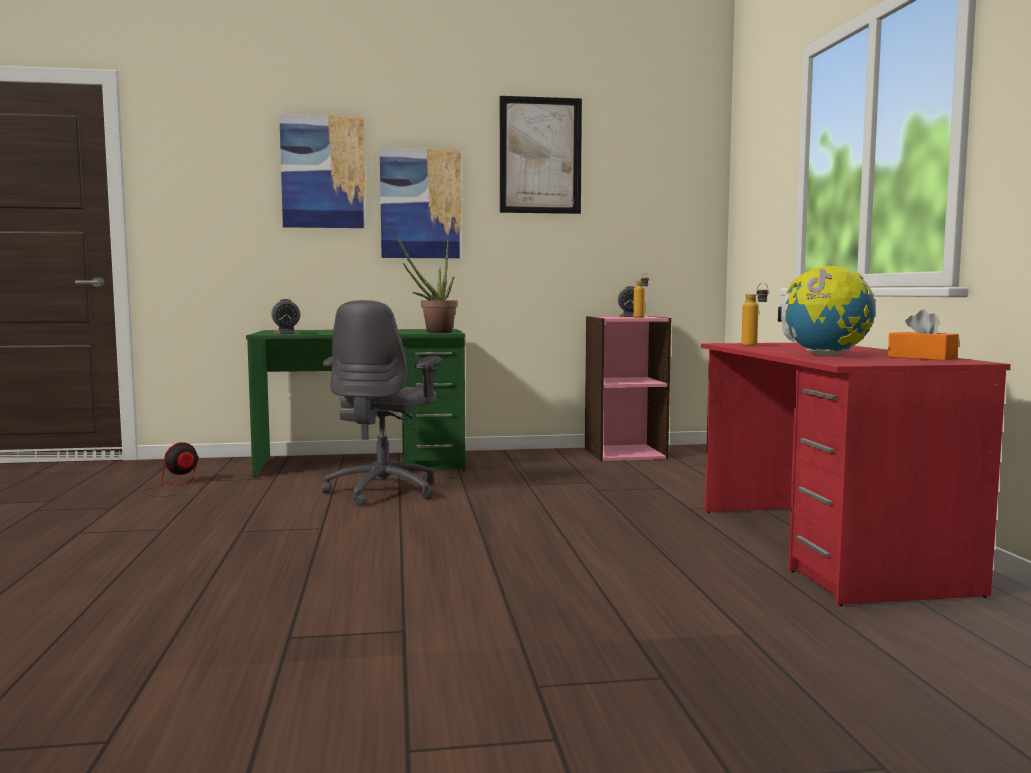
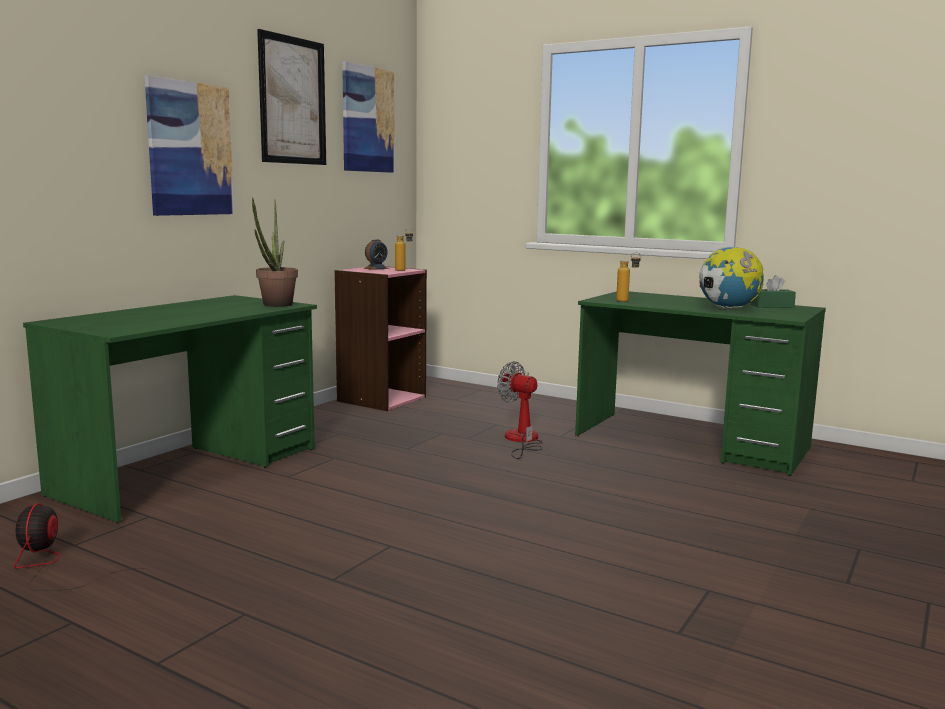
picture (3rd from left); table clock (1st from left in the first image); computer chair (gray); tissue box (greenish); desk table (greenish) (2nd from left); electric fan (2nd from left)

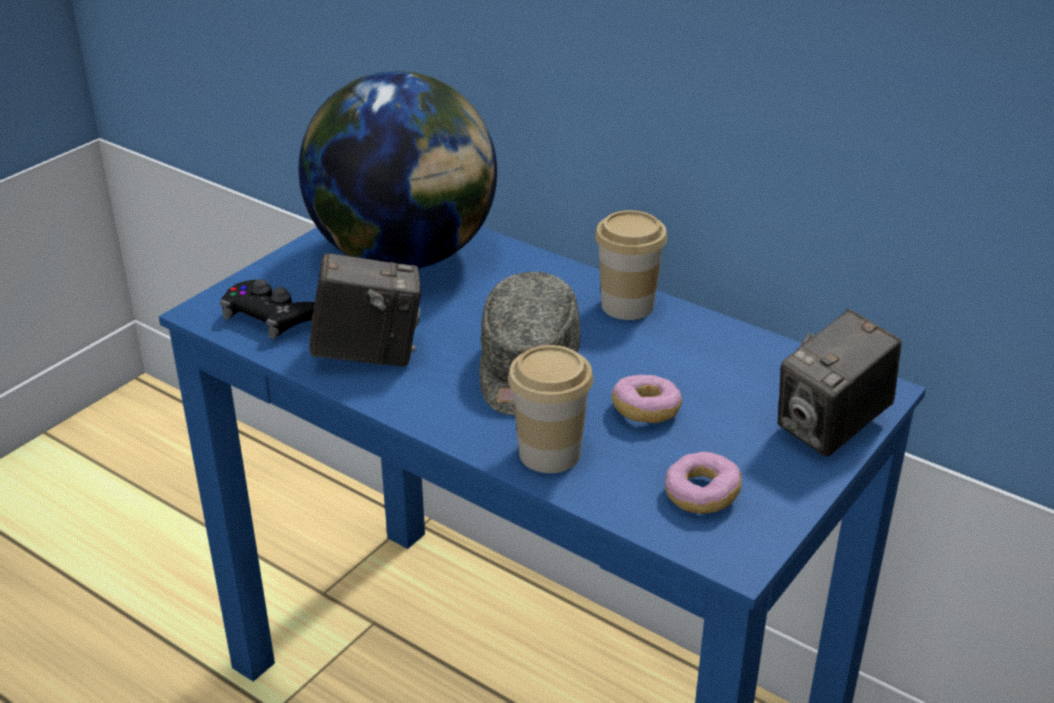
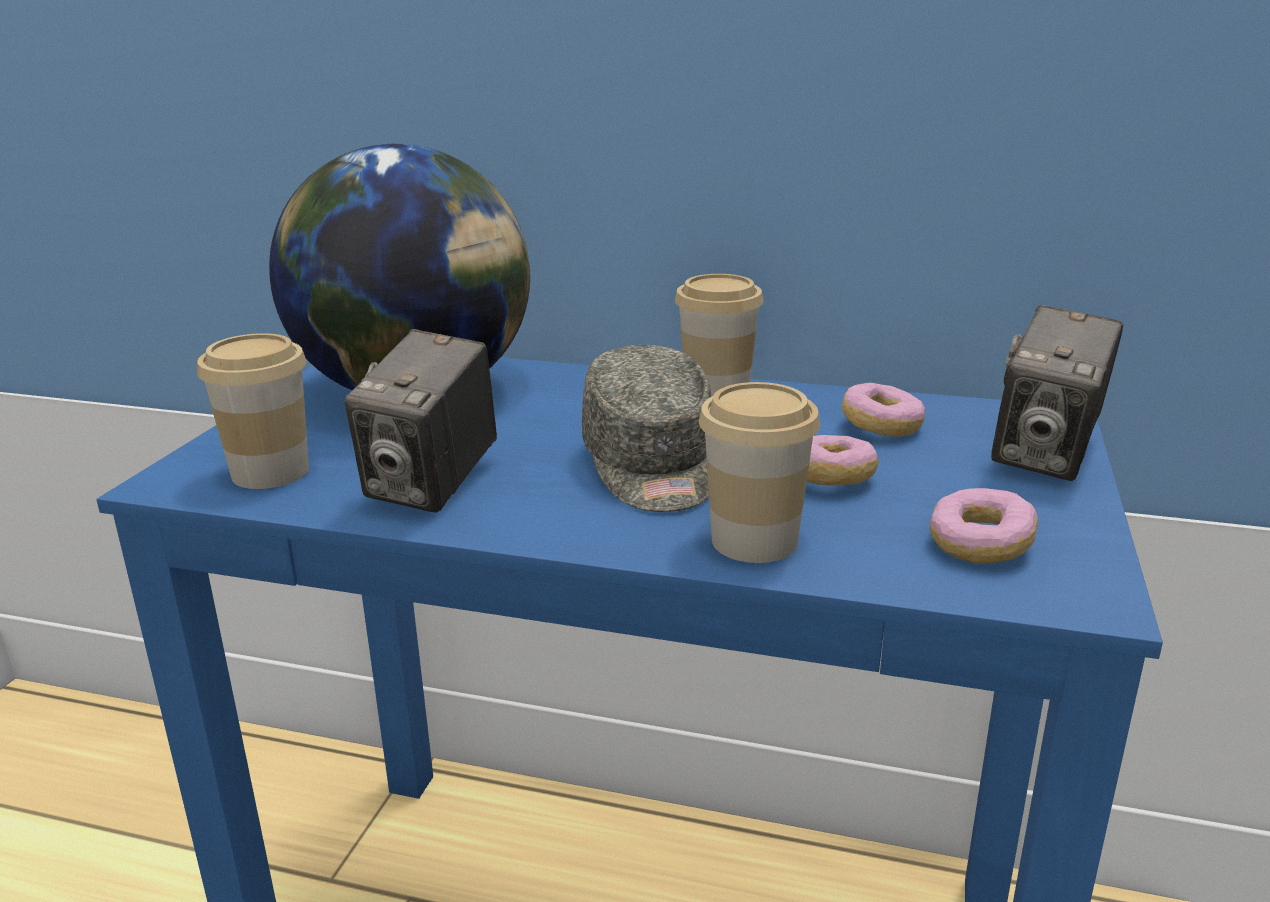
still camera (1st from left); cup (1st from left); ring doughnut (2nd from left)

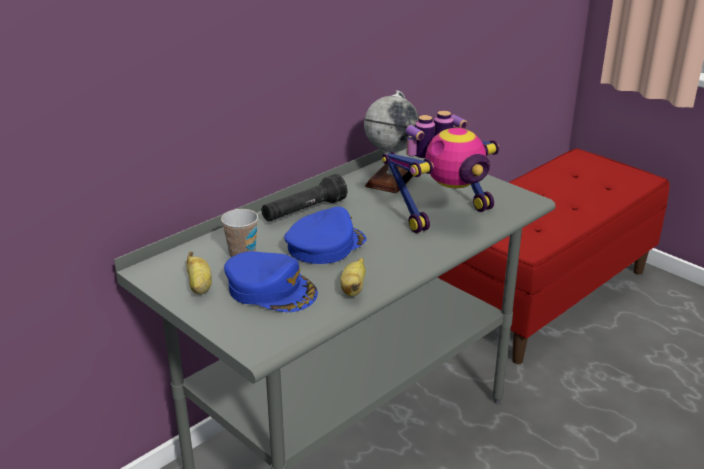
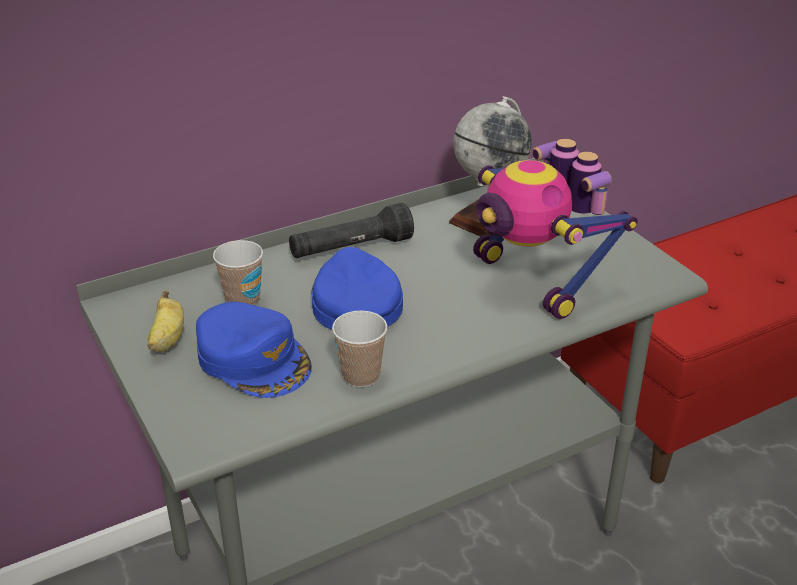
robot figure; peaked cap (blue) (2nd from left); cup (2nd from left)

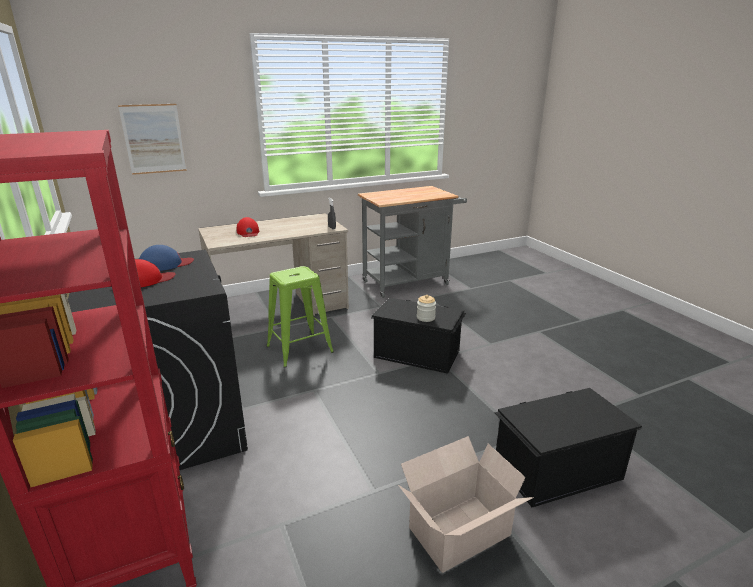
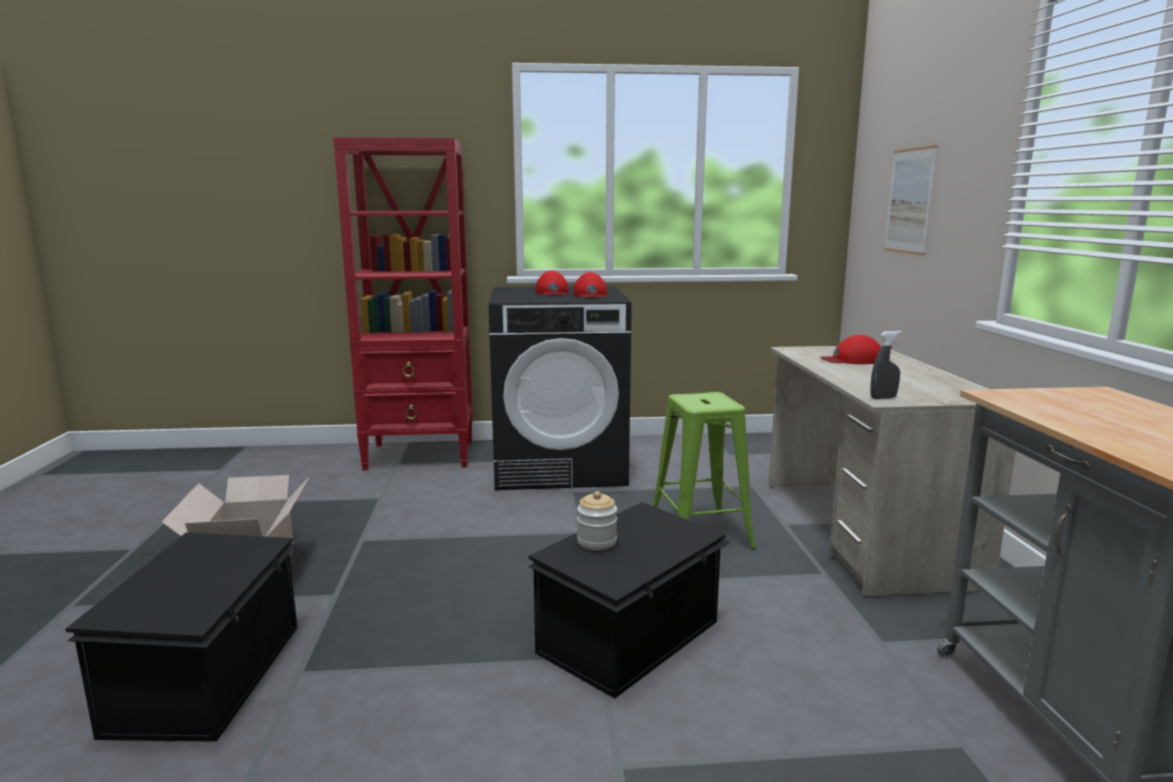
peaked cap (red) (2nd from left)

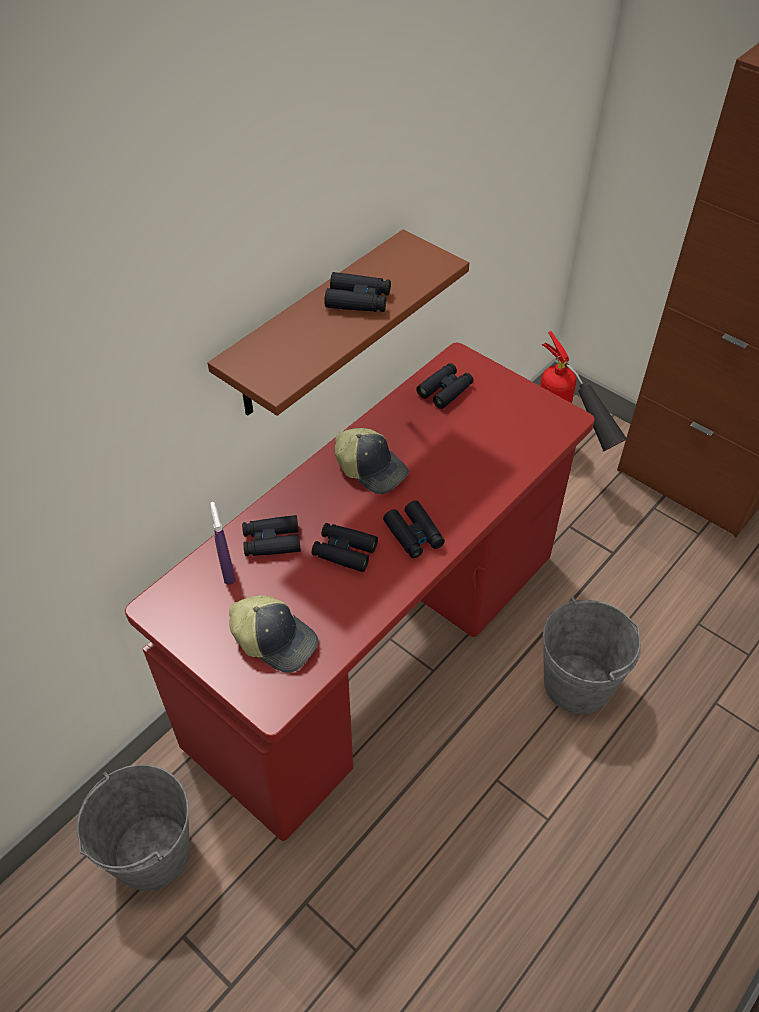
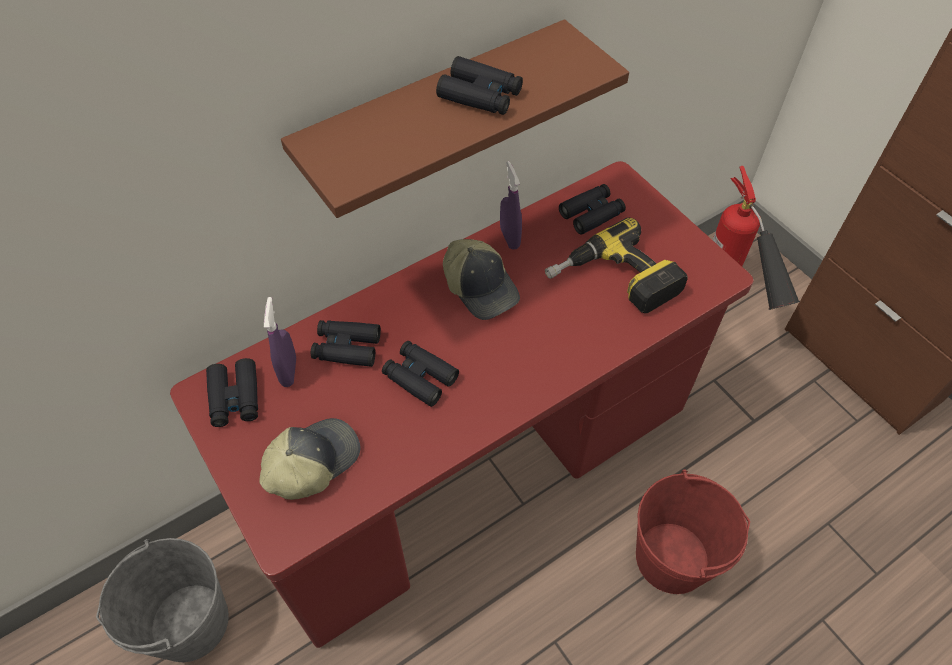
binoculars (black) (1st from left); peaked cap (1st from left); water bucket (red); sprayer (purple-coloured) (2nd from left); drill

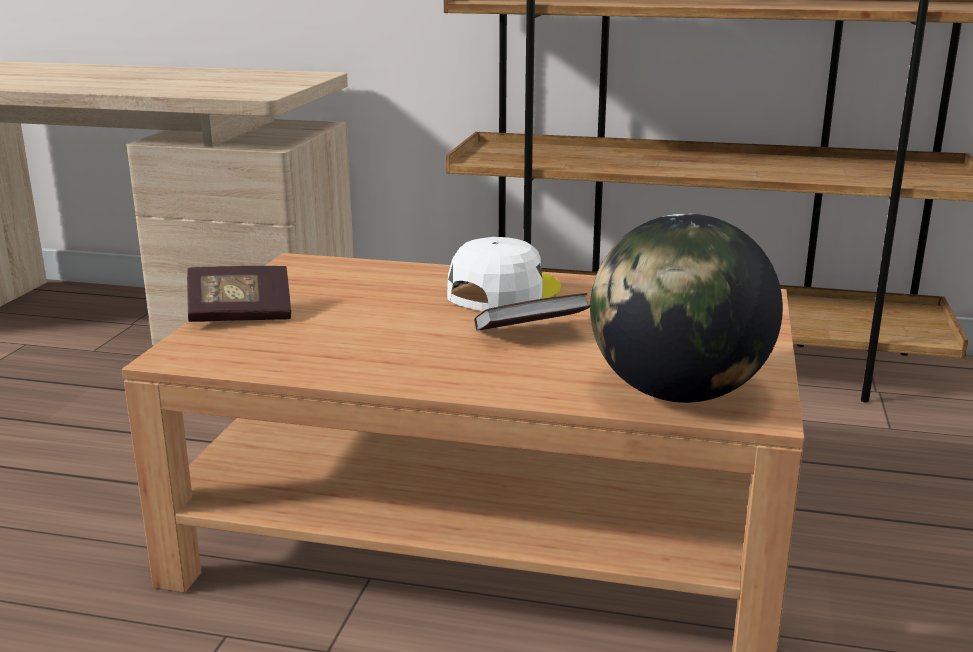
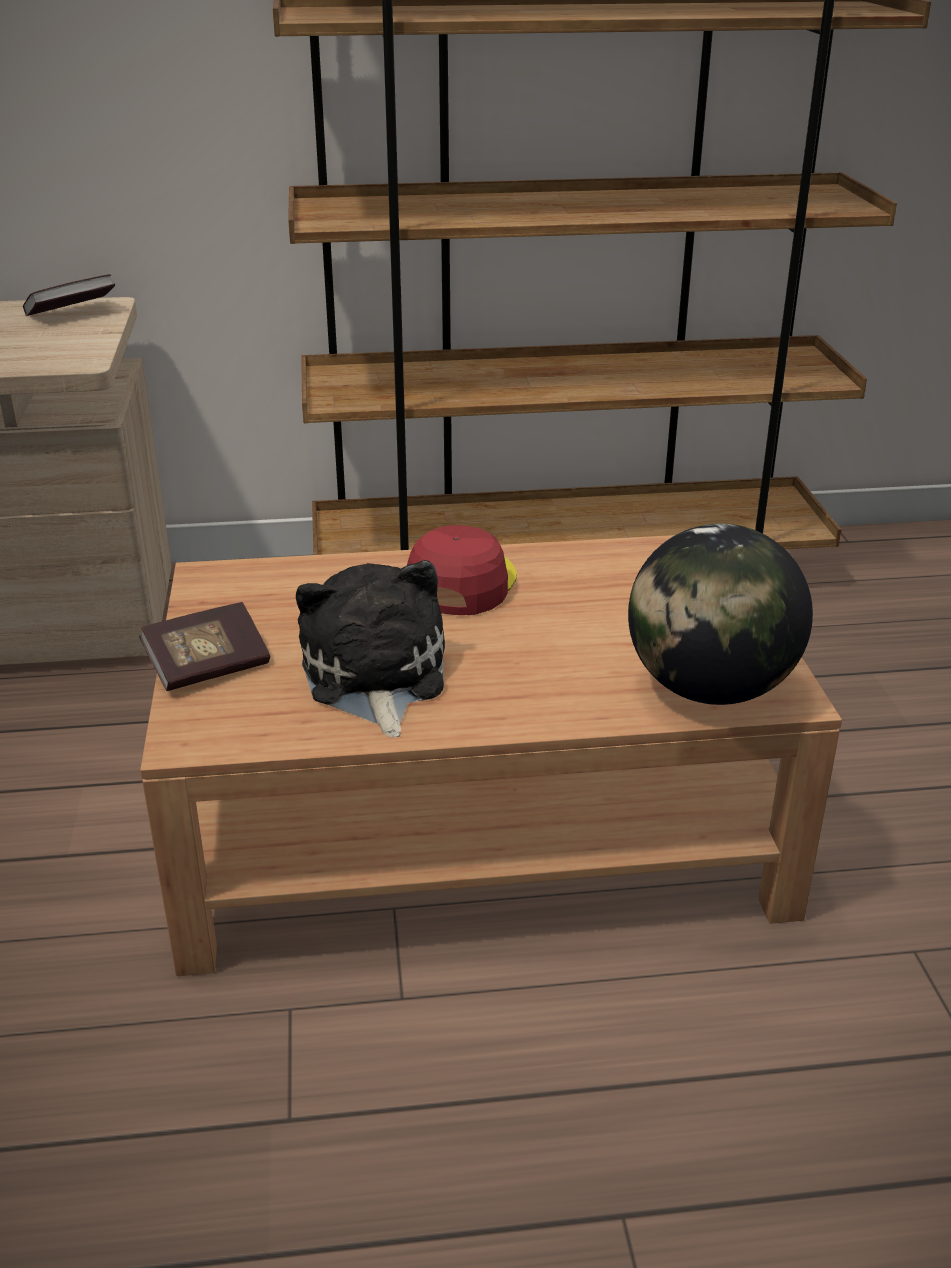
peaked cap (red); book (1st from left); soft toy

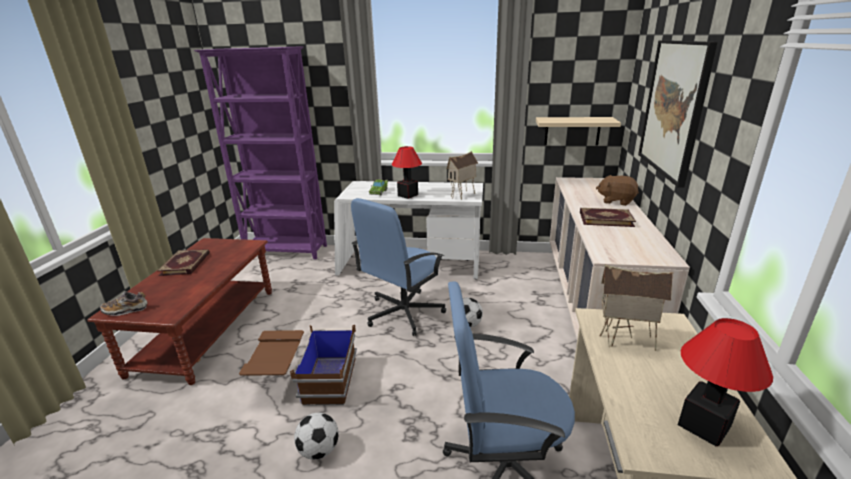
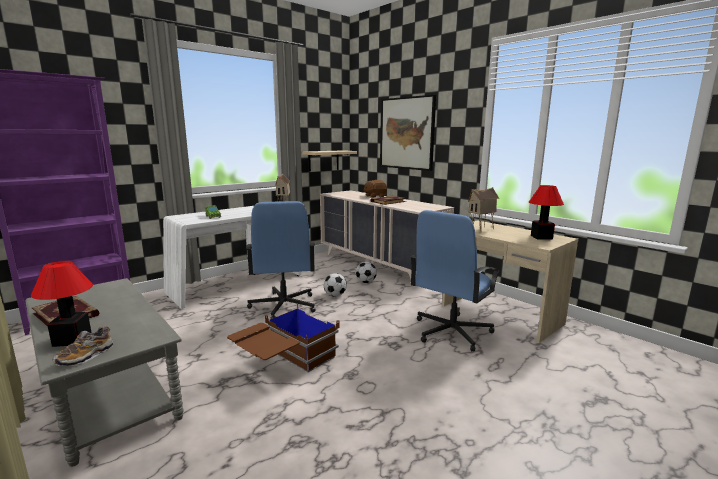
lamp for a table (1st from left); low table (gray); football ball (2nd from left)

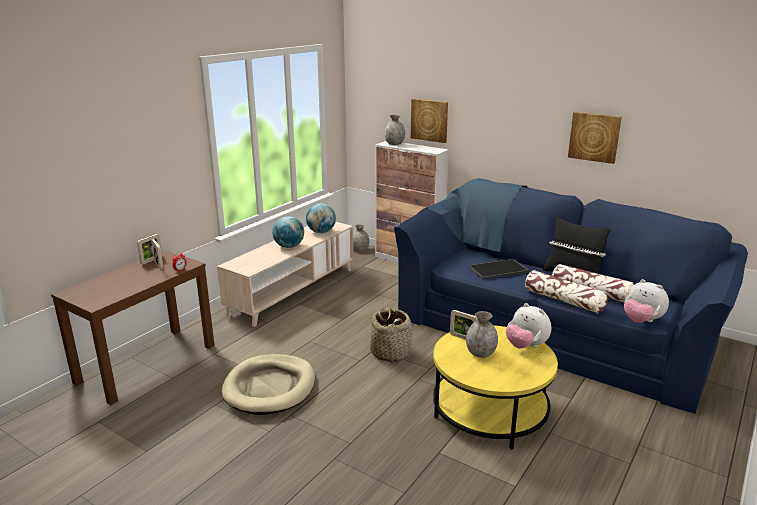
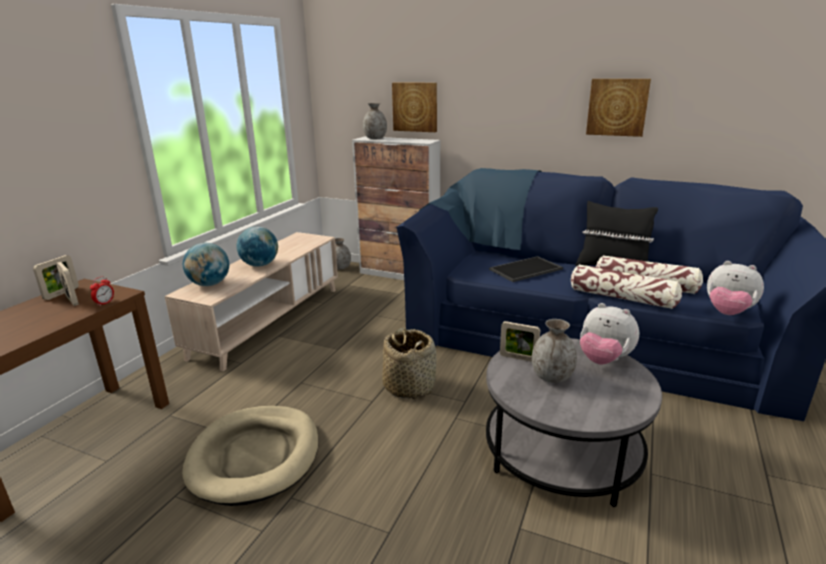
desk globe (1st from left); low table (gray)

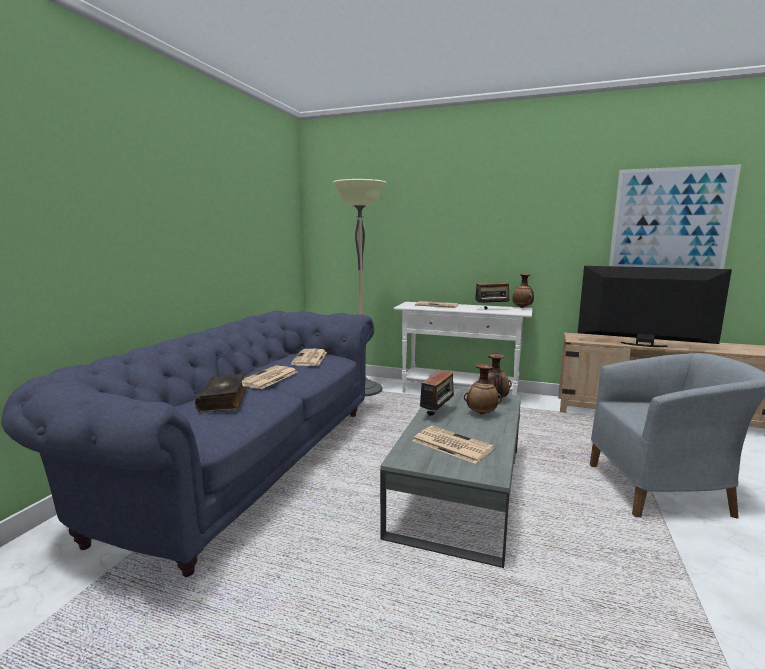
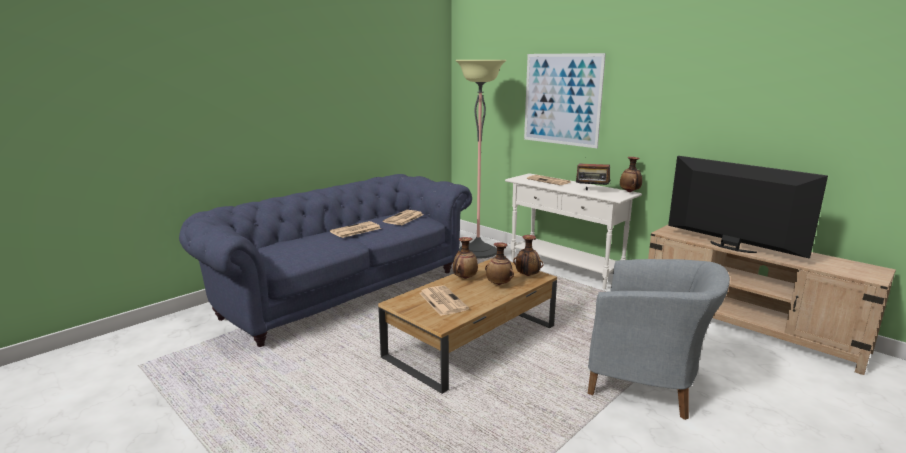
picture; flower vase (1st from left); book; low table (brown-coloured)

